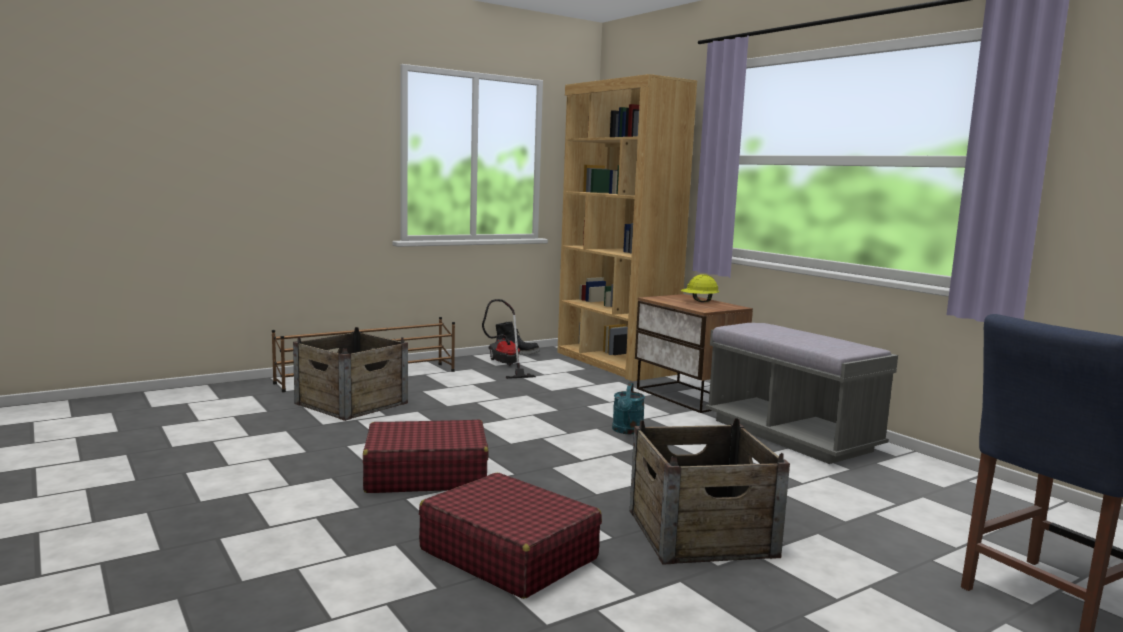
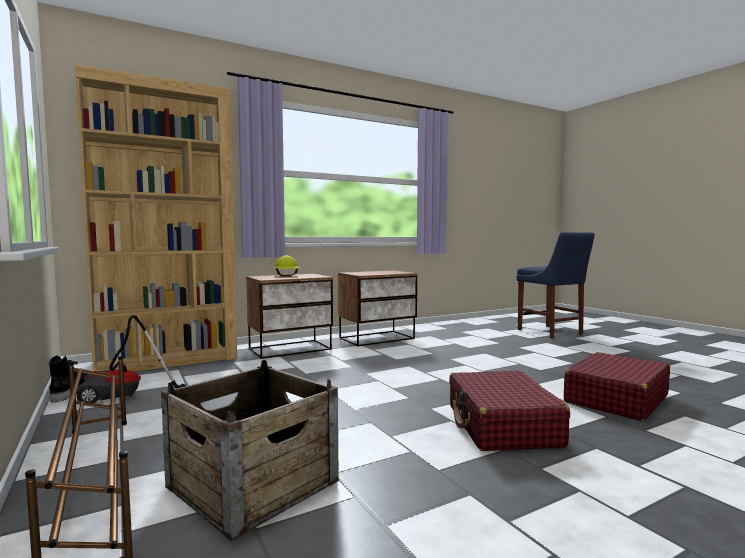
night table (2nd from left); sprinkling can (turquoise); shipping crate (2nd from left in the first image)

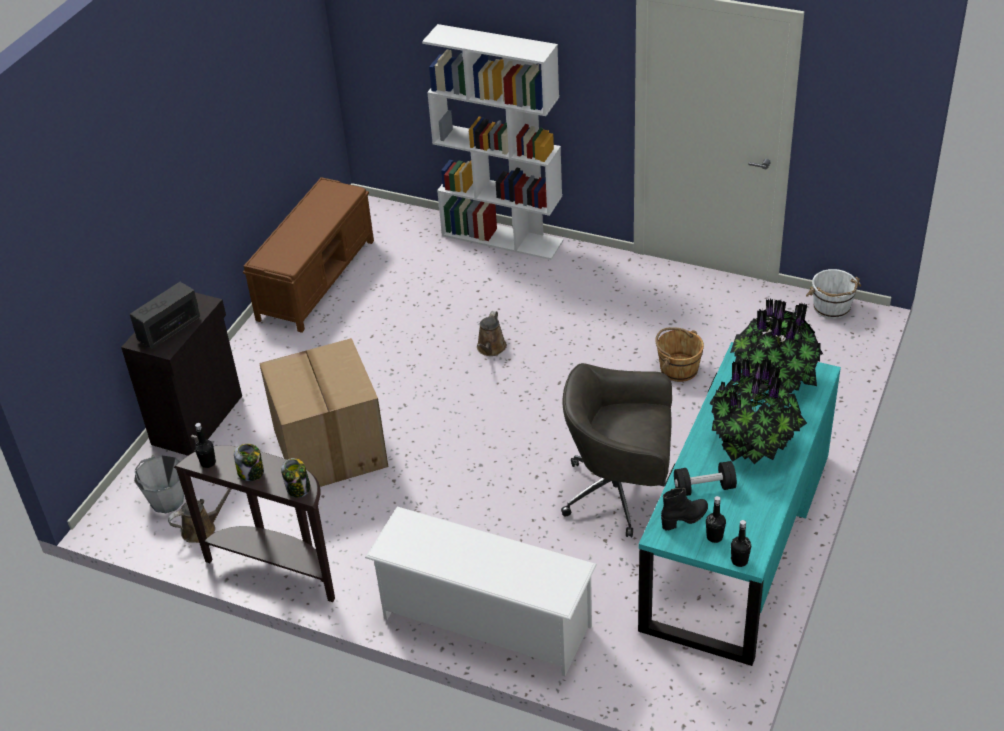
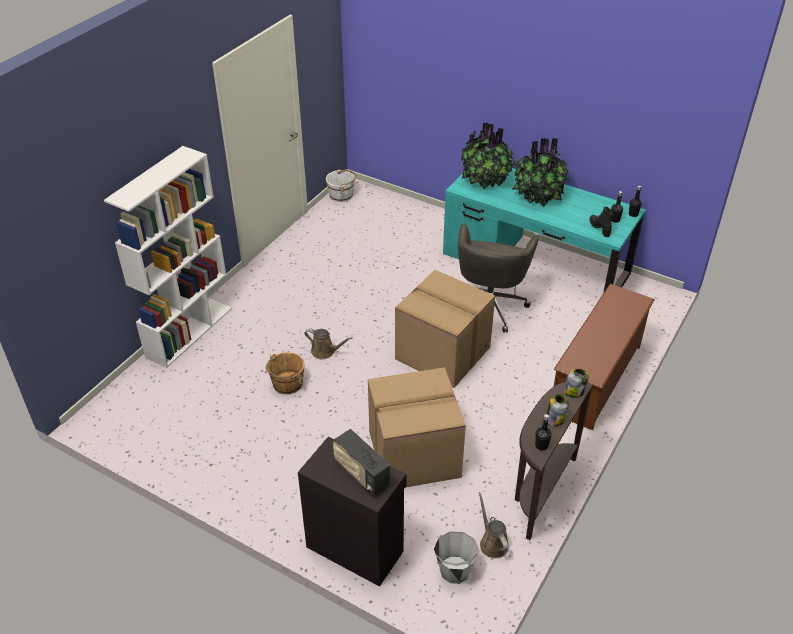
long seat (brown-coloured); water bucket (brown-coloured); dumbbell (black); shoe rack (brown-coloured); carton (2nd from left)

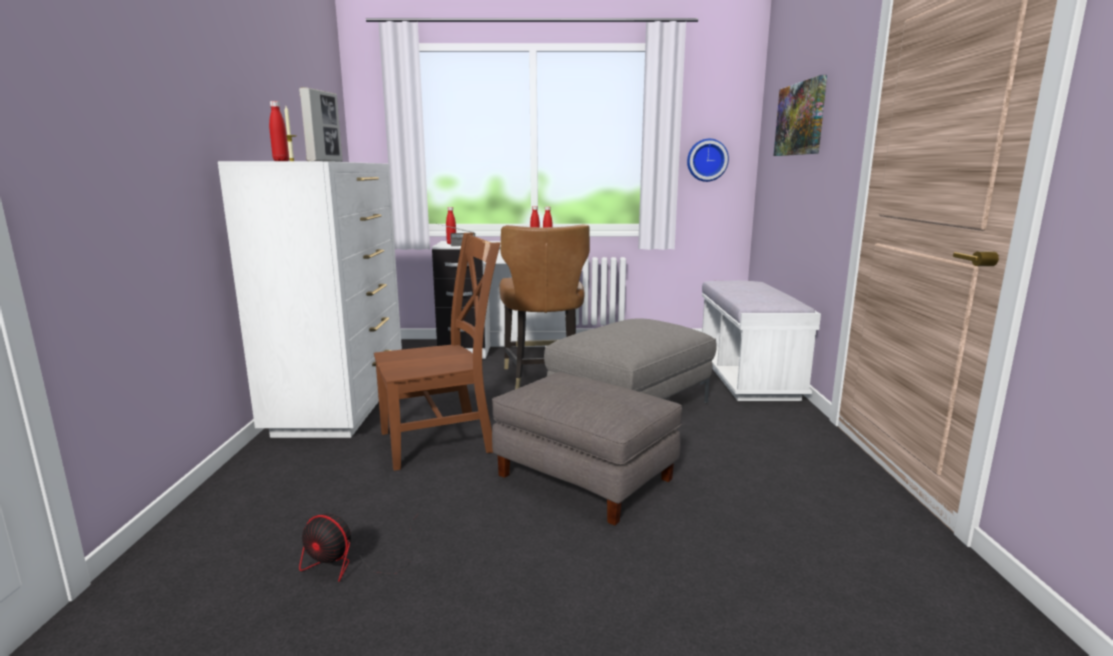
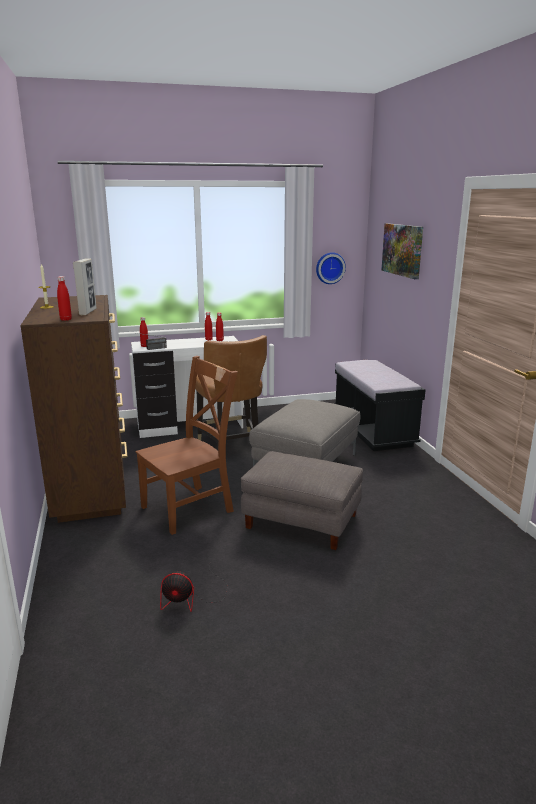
drawer chest (brown-coloured); long seat (black)

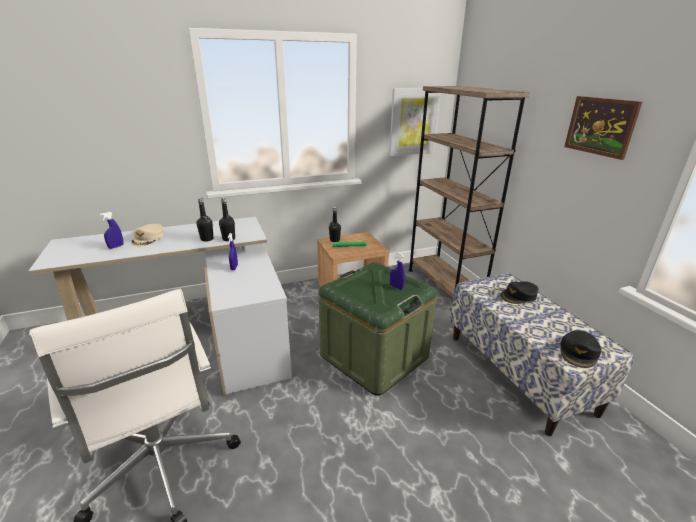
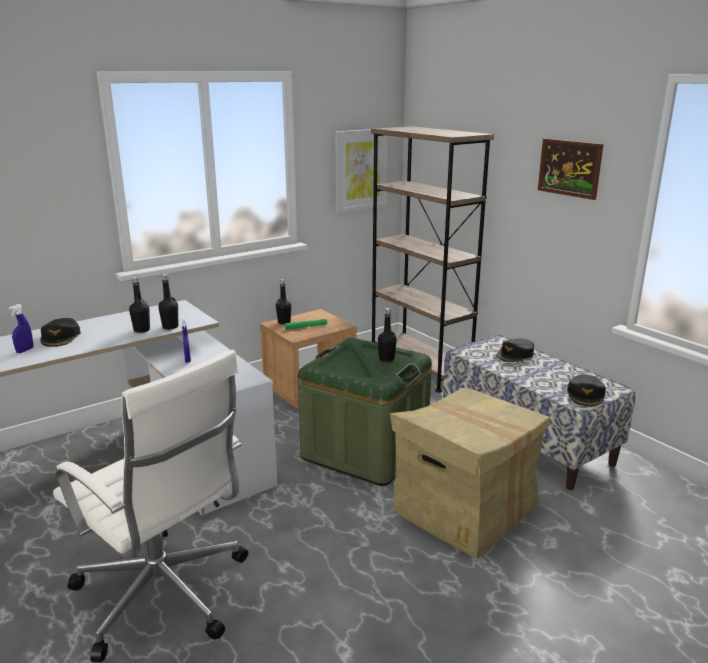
peaked cap (black) (1st from left); drink bottle (black) (4th from left); carton

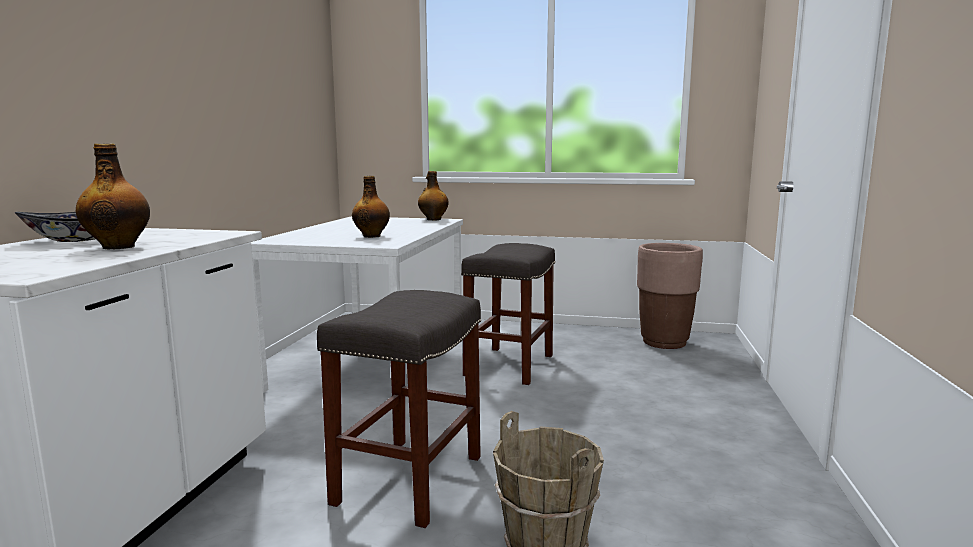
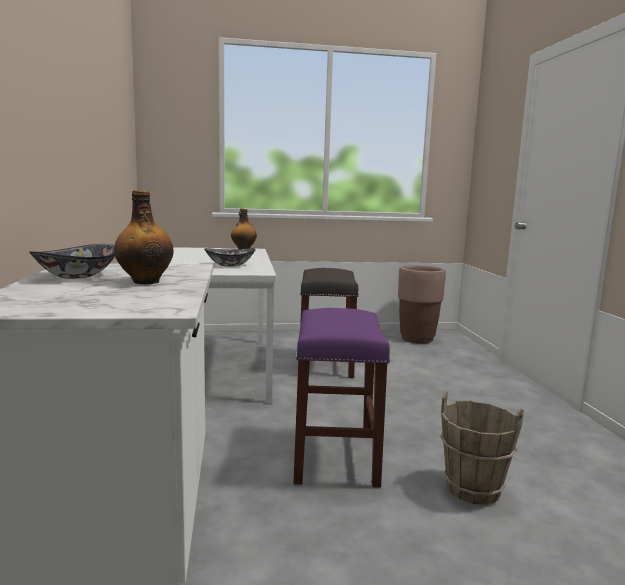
bowl (2nd from left); stool seat (purple-coloured)

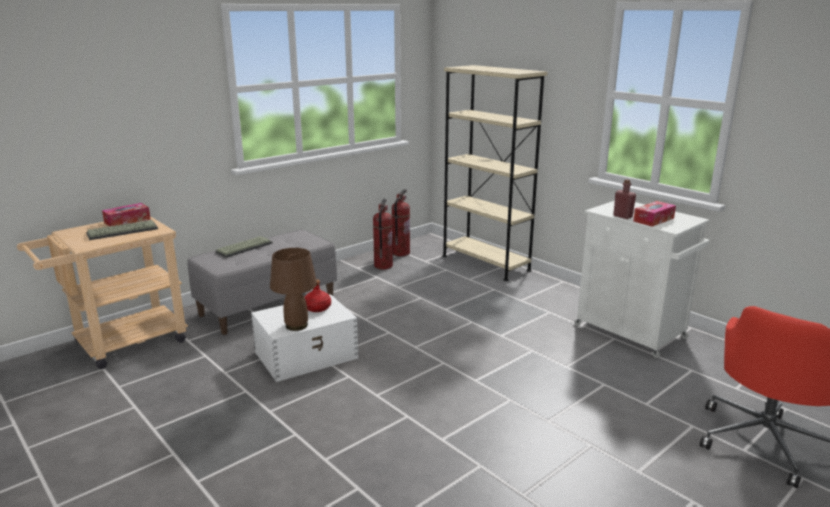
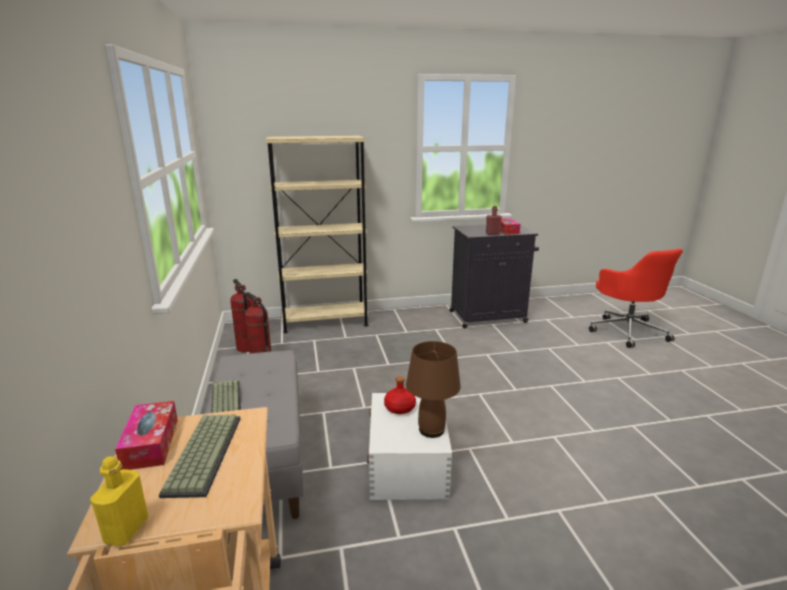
storage cabinet (black); drink bottle (yellowish)

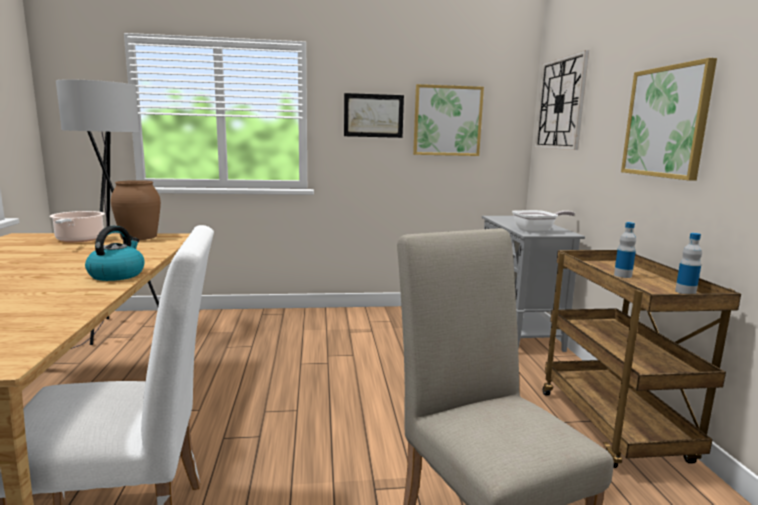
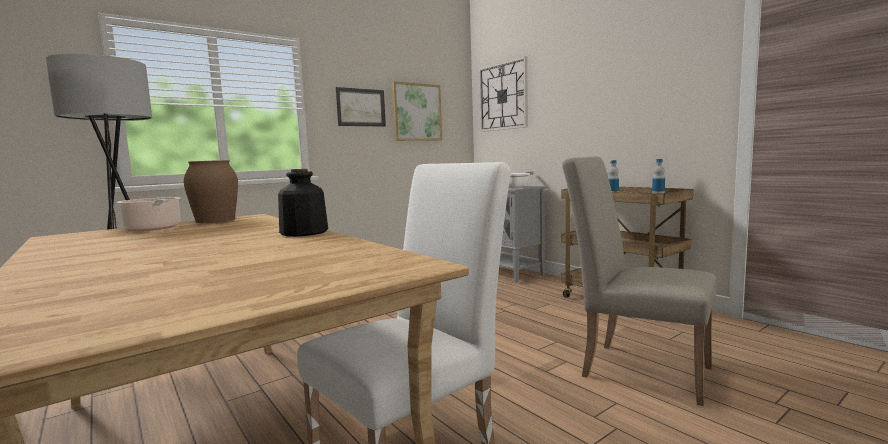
picture (3rd from left in the first image); drink bottle (1st from left)

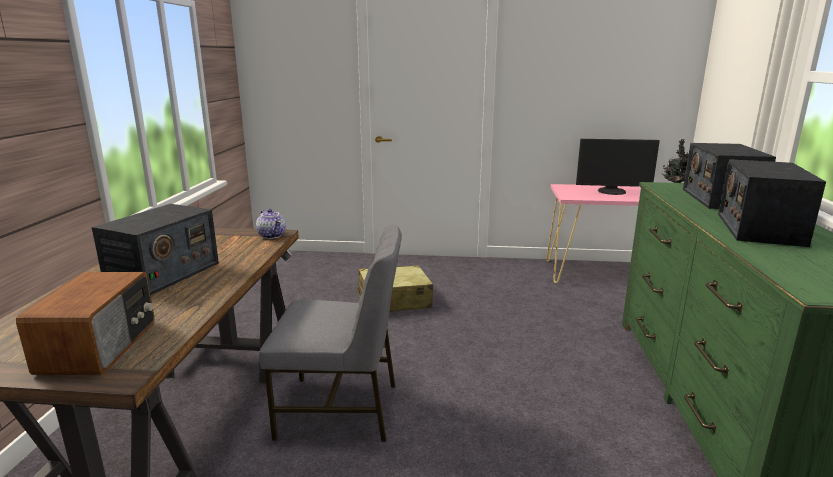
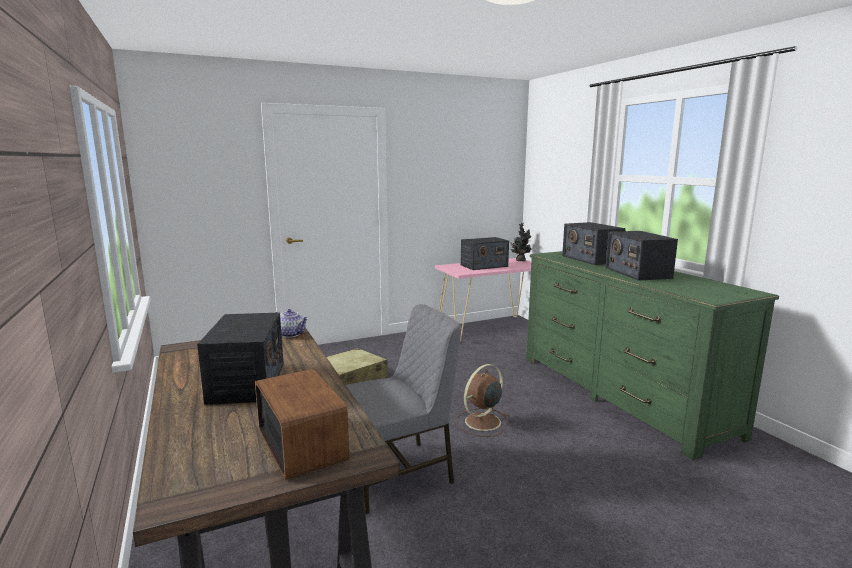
radio set (3rd from left); electric fan (brown-coloured)

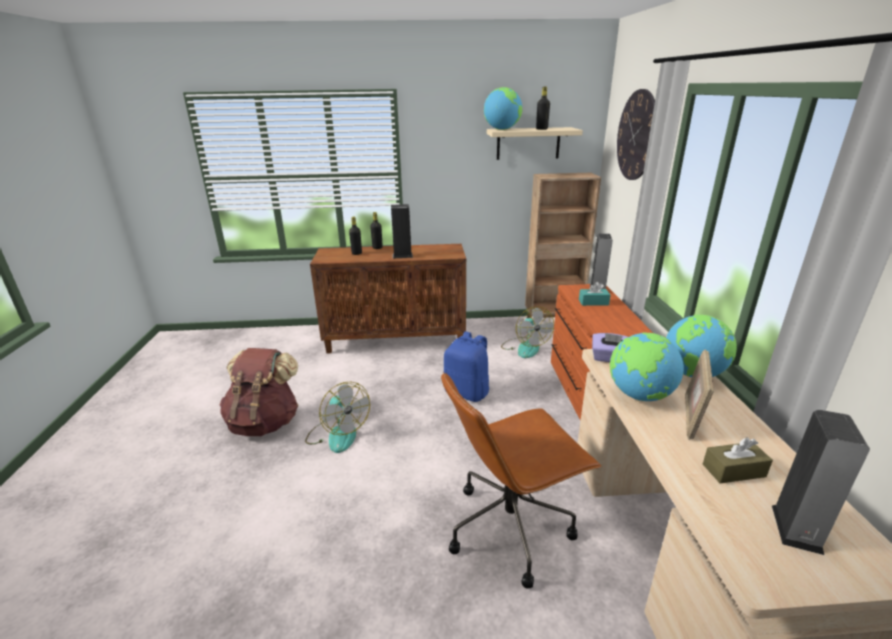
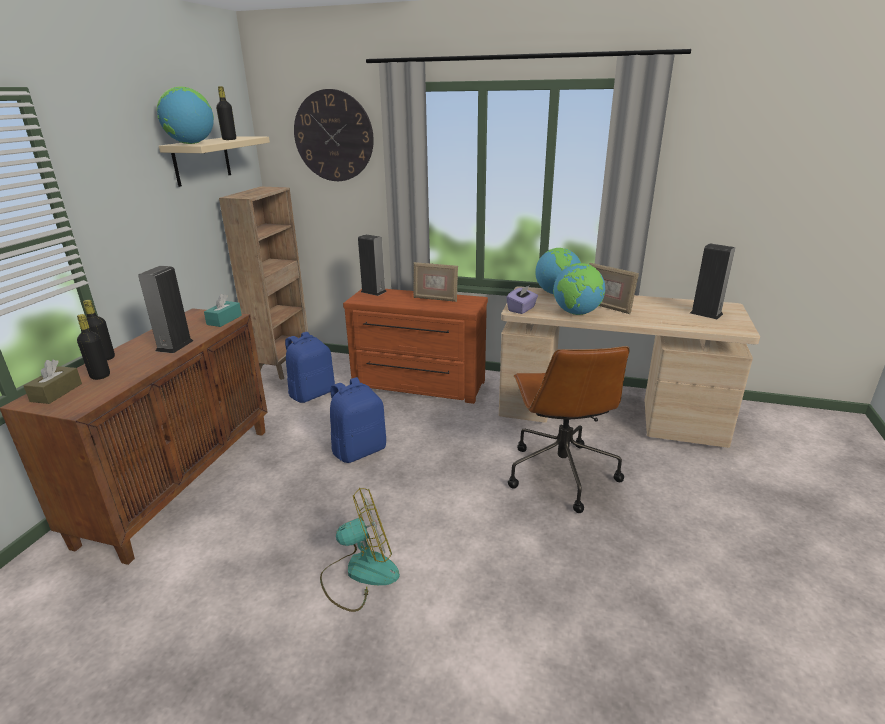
tissue box (turquoise); backpack (blue) (1st from left); backpack (brown-coloured); tissue box (brown-coloured); photo frame (1st from left)

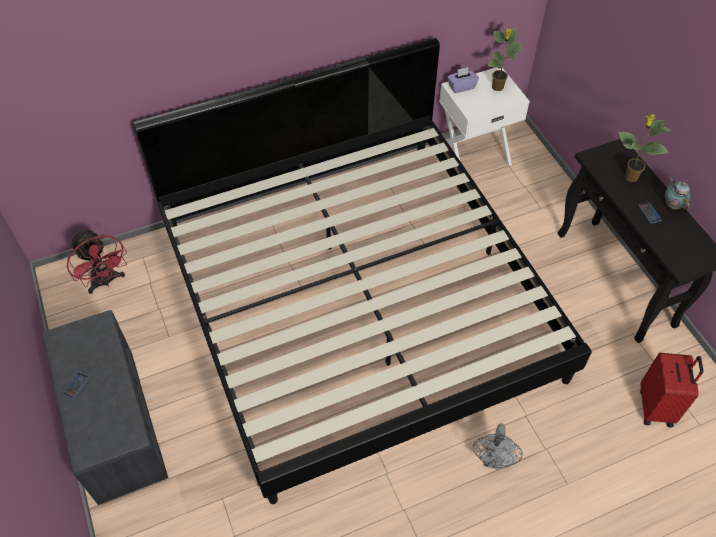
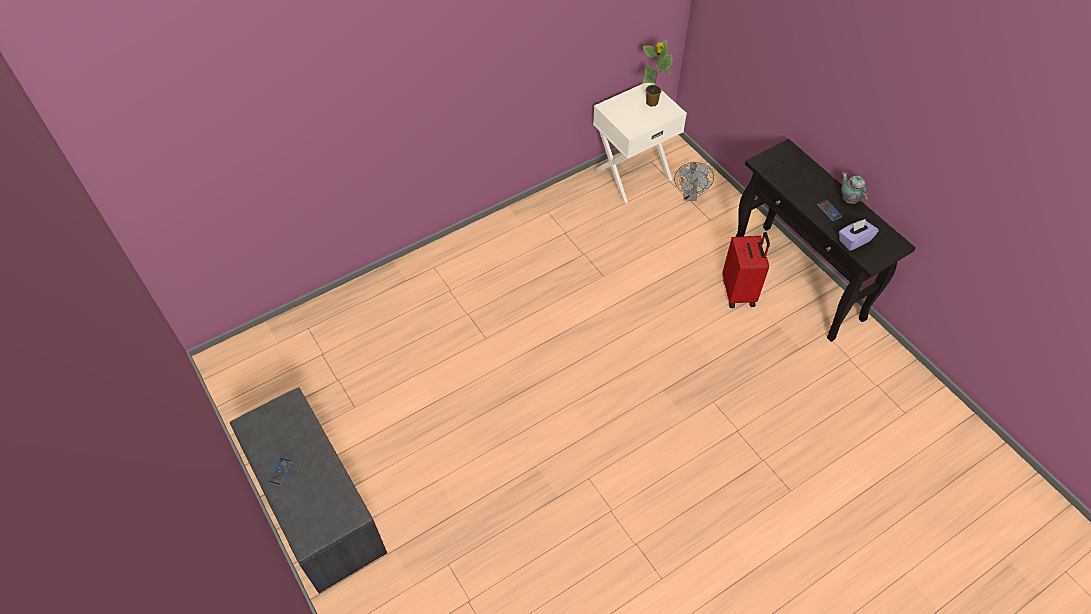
bed; tissue box (purple-coloured); houseplant (2nd from left in the first image); electric fan (red); piece of luggage (red); electric fan (gray)

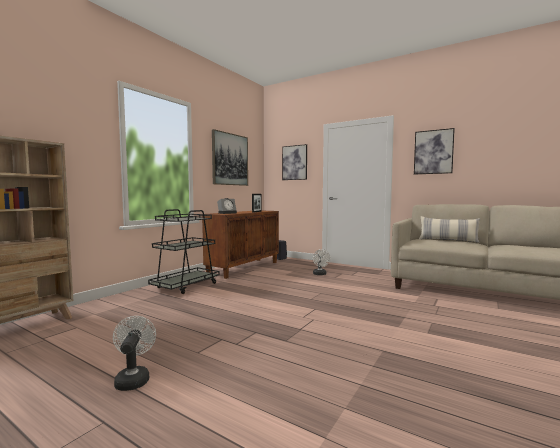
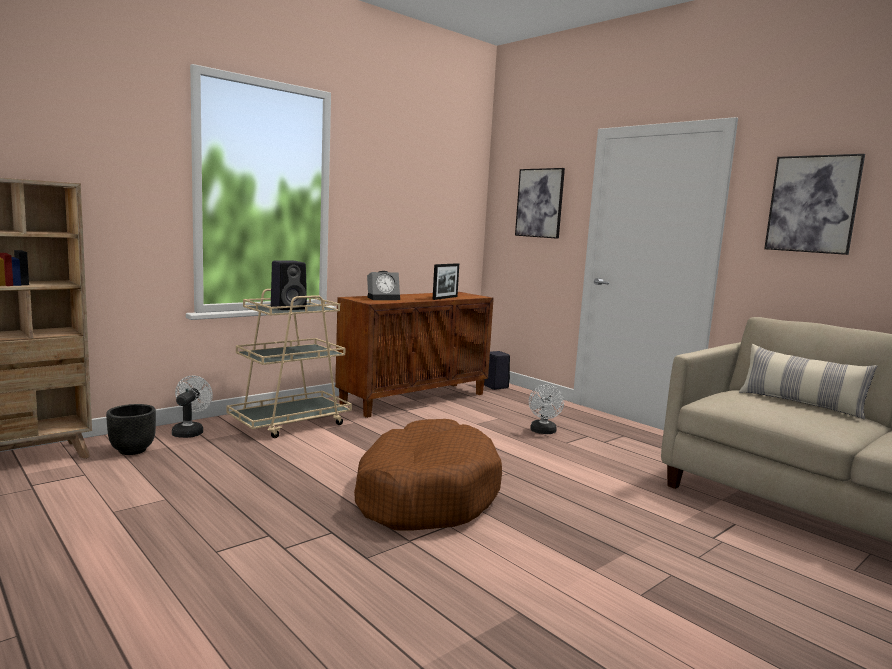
picture (1st from left in the first image); cart (beige-coloured); electric fan (white) (1st from left); speaker (black) (1st from left); plant pot (black); dog cushion (brown-coloured)

